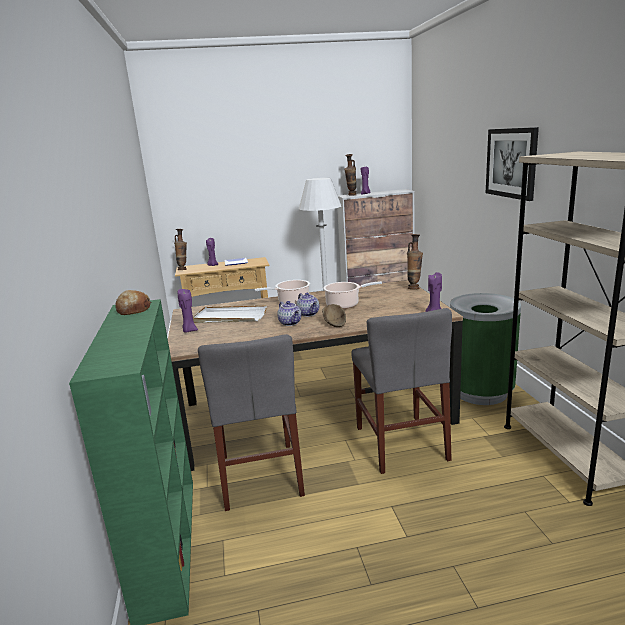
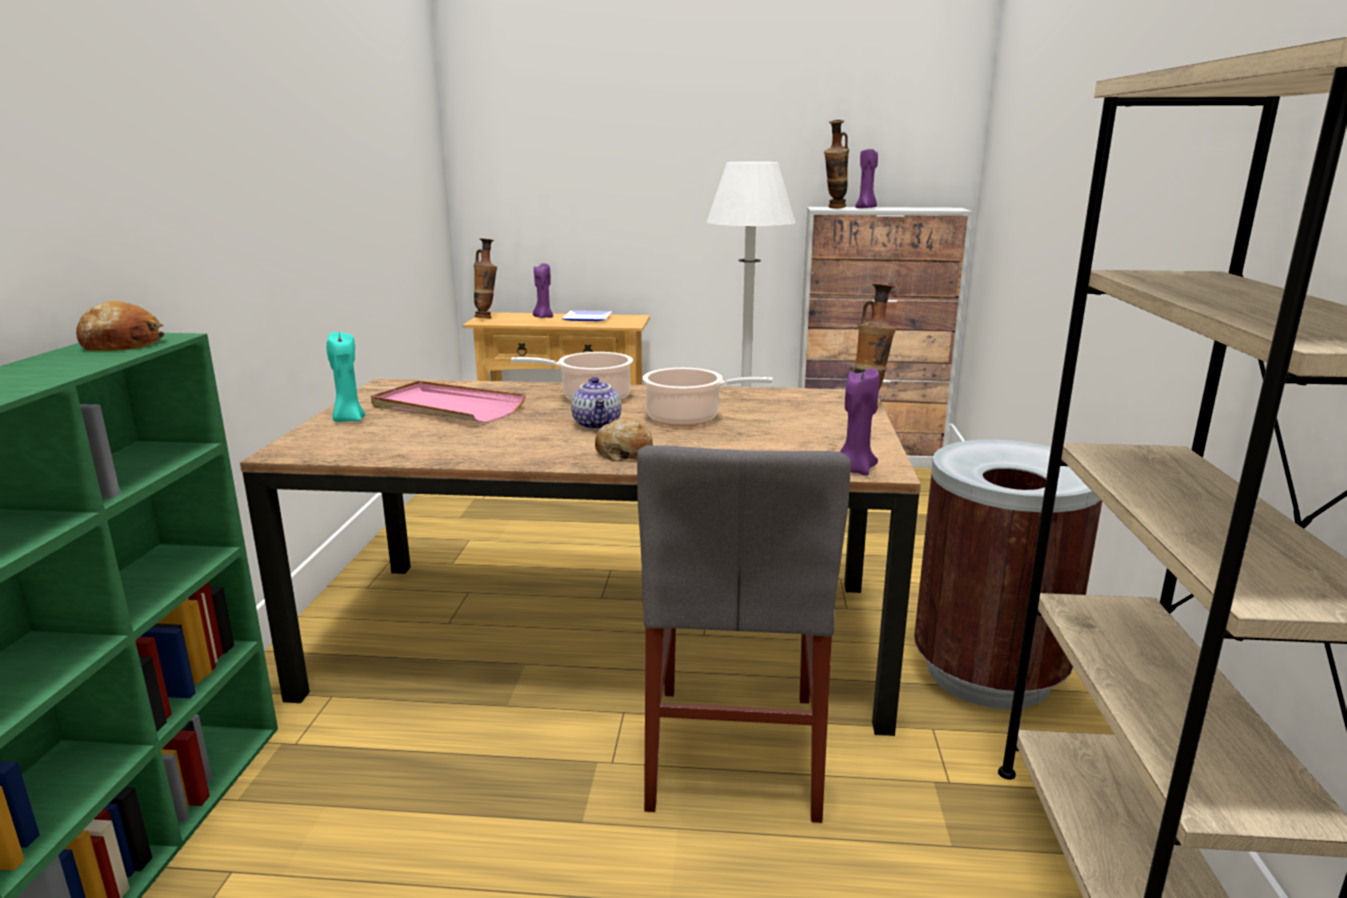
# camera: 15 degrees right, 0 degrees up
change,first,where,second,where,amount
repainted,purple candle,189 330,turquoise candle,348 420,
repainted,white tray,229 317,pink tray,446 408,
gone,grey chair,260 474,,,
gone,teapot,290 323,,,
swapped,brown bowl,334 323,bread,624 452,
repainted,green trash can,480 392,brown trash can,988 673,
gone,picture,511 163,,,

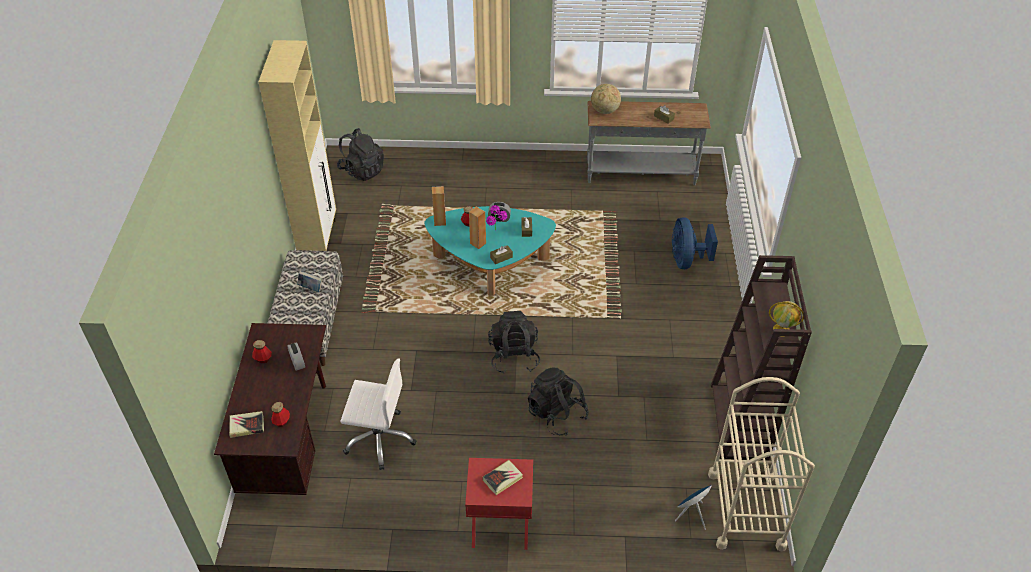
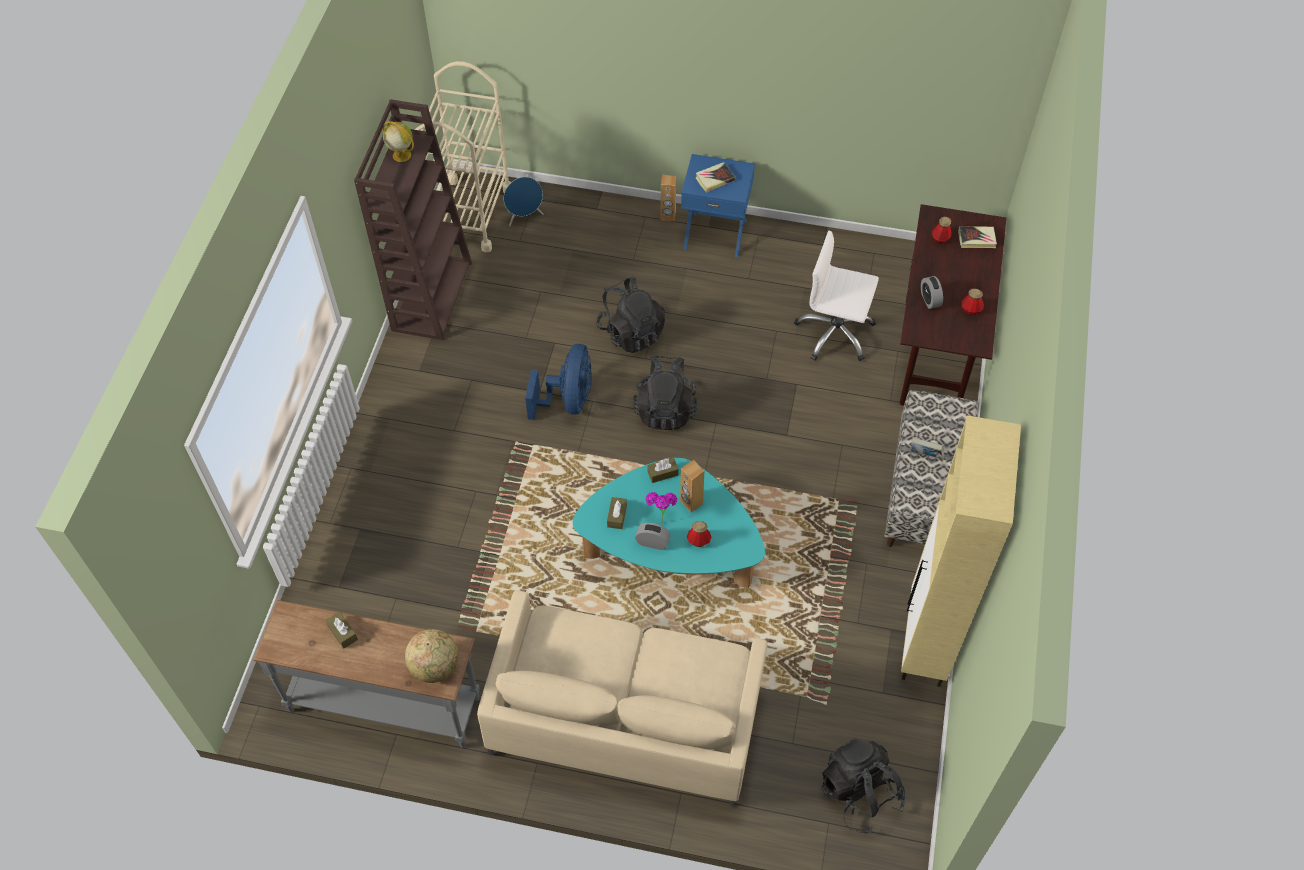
# camera: 170 degrees left, 10 degrees up
change,first,where,second,where,amount
shifted,brown speaker,440 221,,668 216,
repainted,red nightstand,500 526,blue nightstand,715 233,
shifted,blue fan,686 260,,568 400,
new,,,beige sofa,625 720,

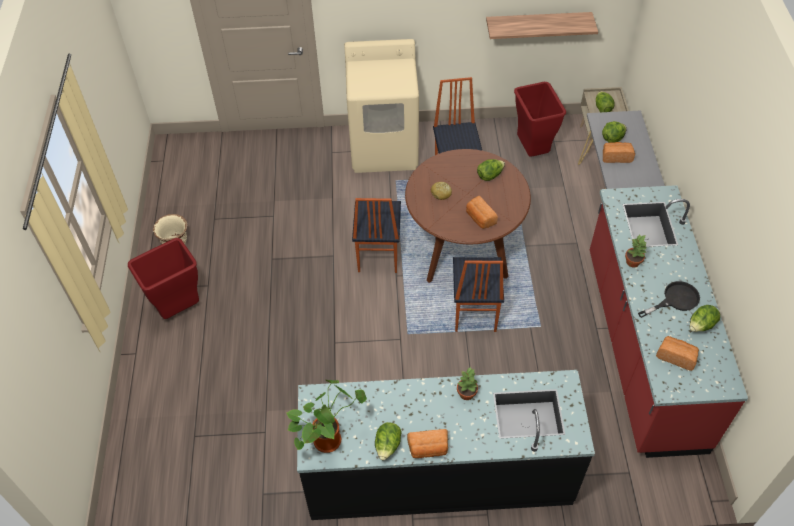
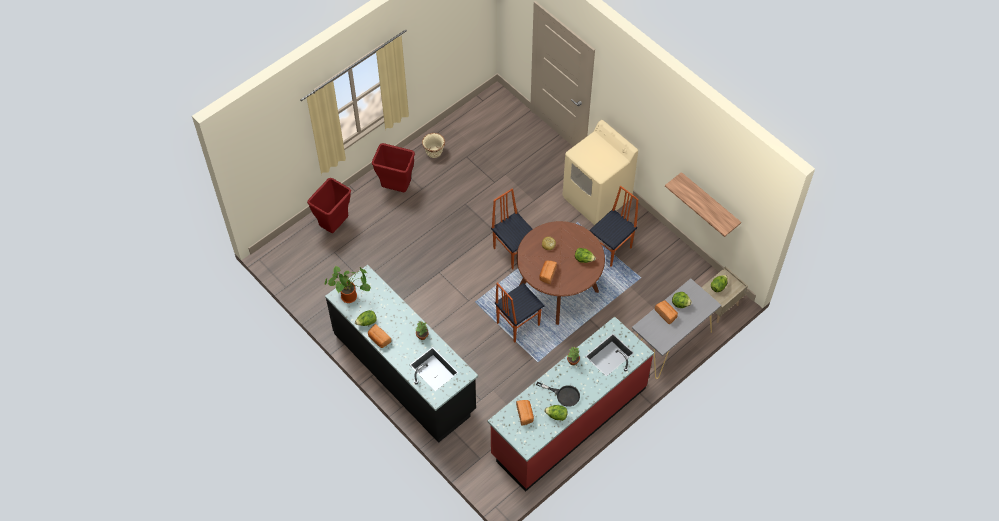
# camera: 50 degrees right, 5 degrees up
change,first,where,second,where,amount
rotated,chair,377 255,,514 251,90 degrees clockwise
shifted,red trash can,532 151,,334 226,

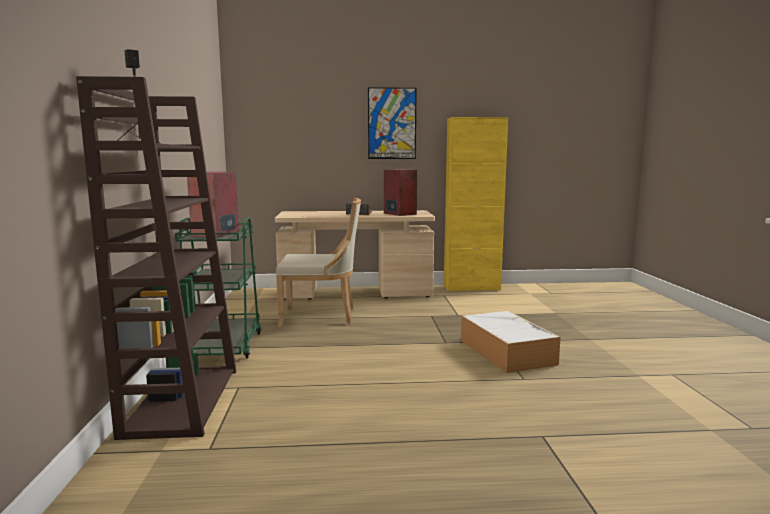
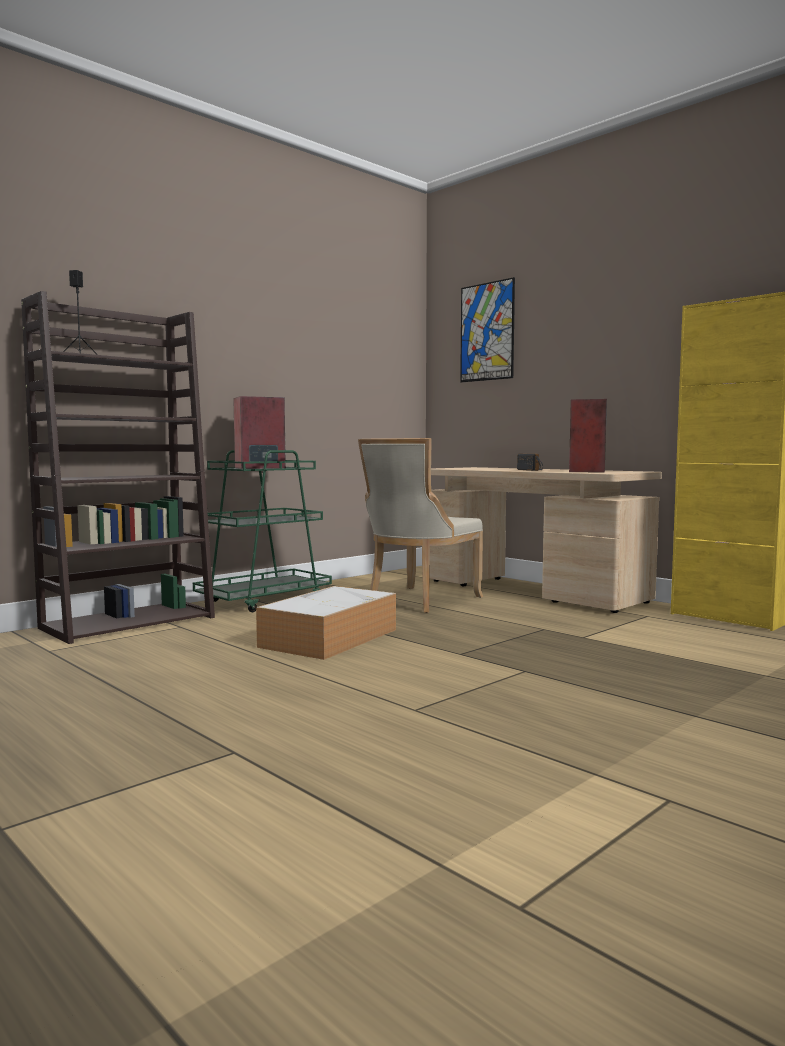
# camera: 50 degrees right, 5 degrees down
change,first,where,second,where,amount
rotated,beige chair,321 316,,419 601,75 degrees clockwise
shifted,picture,392 123,,487 332,
shifted,storage box,505 351,,330 637,

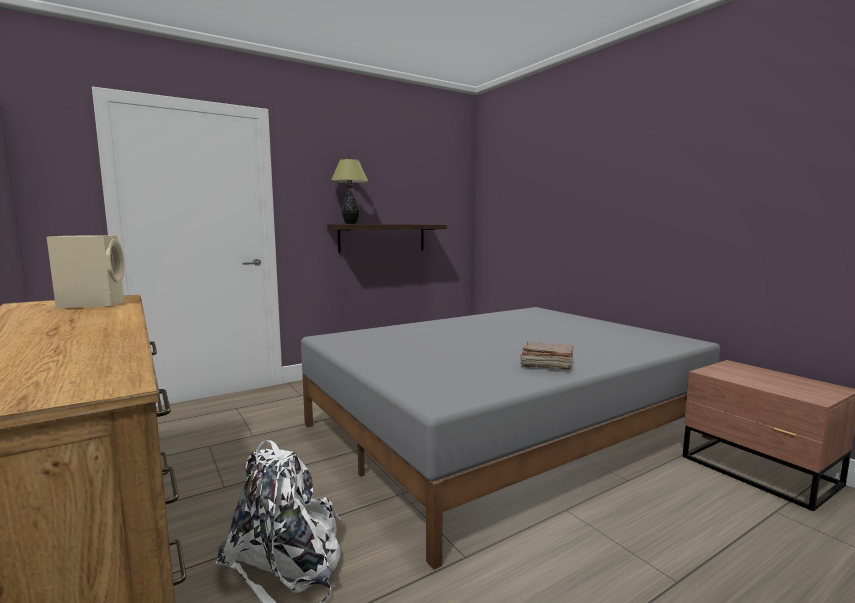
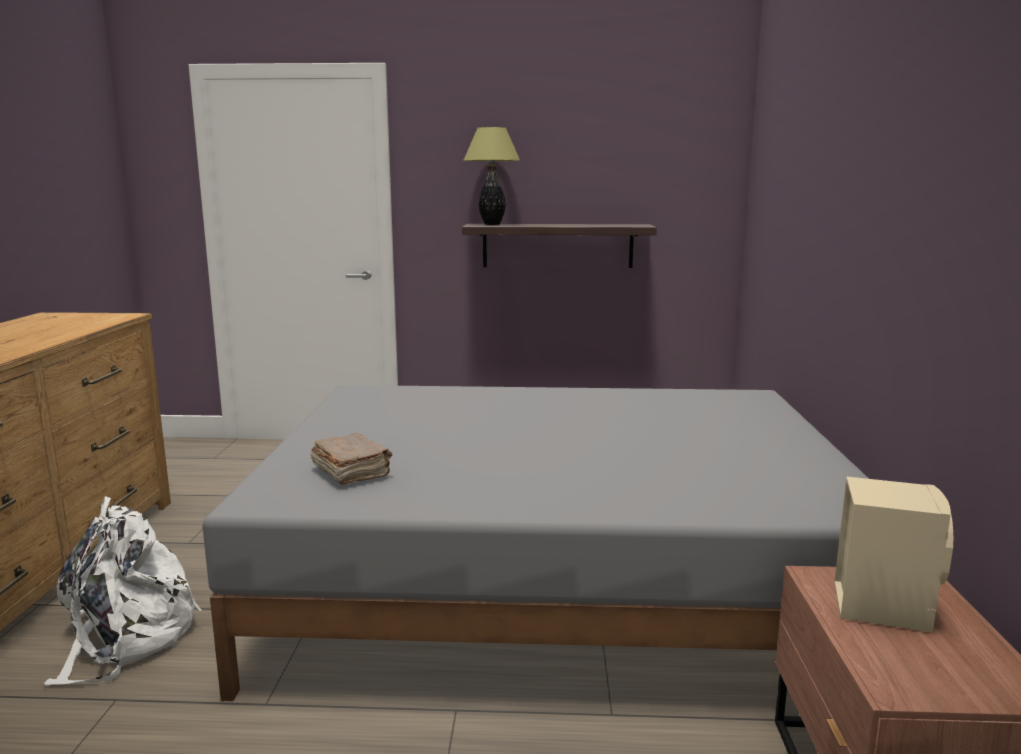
# camera: 35 degrees right, 5 degrees up
change,first,where,second,where,amount
shifted,beige speaker,94 304,,881 605,
shifted,brown book,546 365,,351 472,

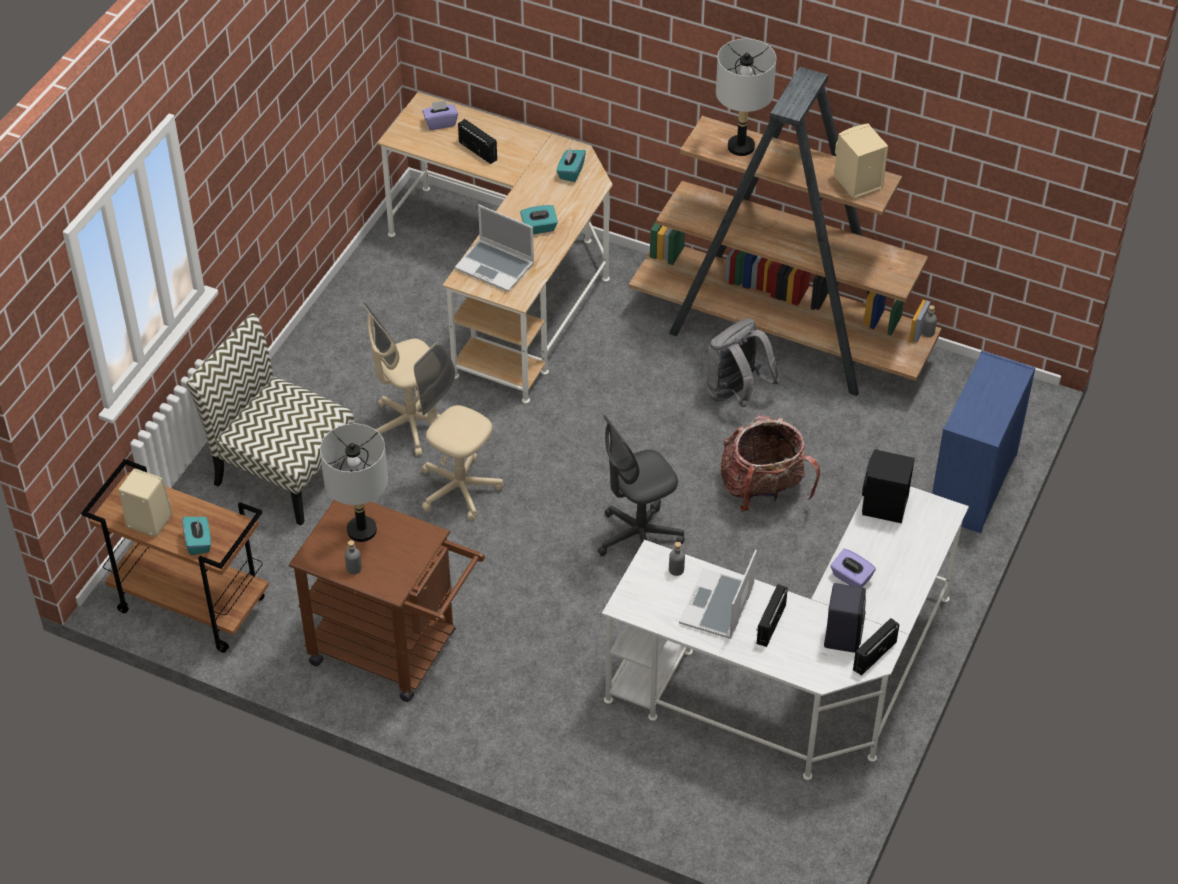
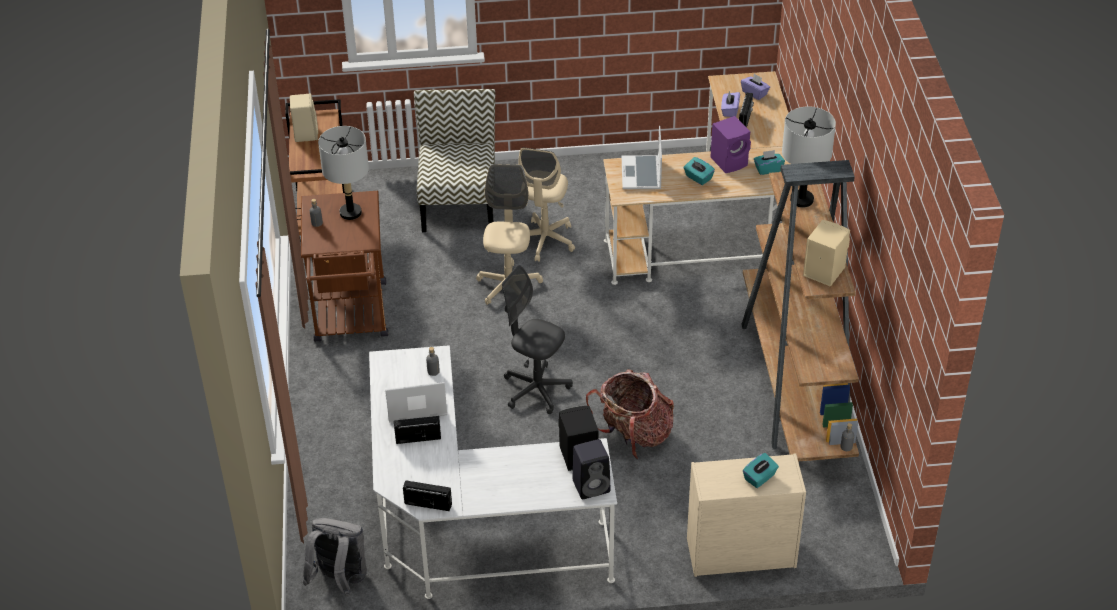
# camera: 60 degrees right, 5 degrees down
change,first,where,second,where,amount
shifted,turquoise tissue box,198 542,,760 478,
rotated,beige office chair,410 426,,545 240,105 degrees counterclockwise
shifted,grey backpack,736 393,,339 580,
shifted,black speaker,842 635,,592 485,
shifted,purple tissue box,851 578,,729 110,
repainted,blue dresser,972 486,beige dresser,739 553,
new,,,purple speaker,730 161,

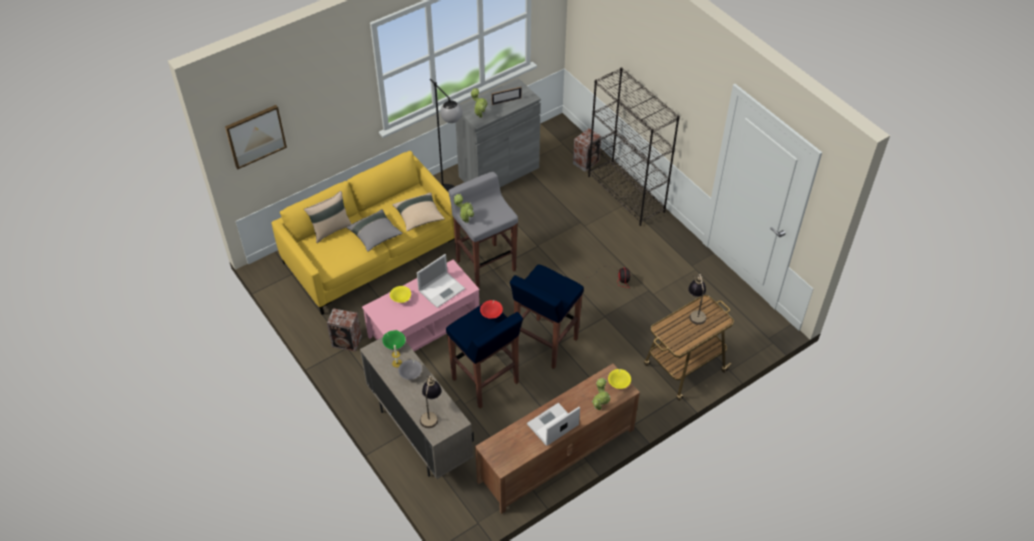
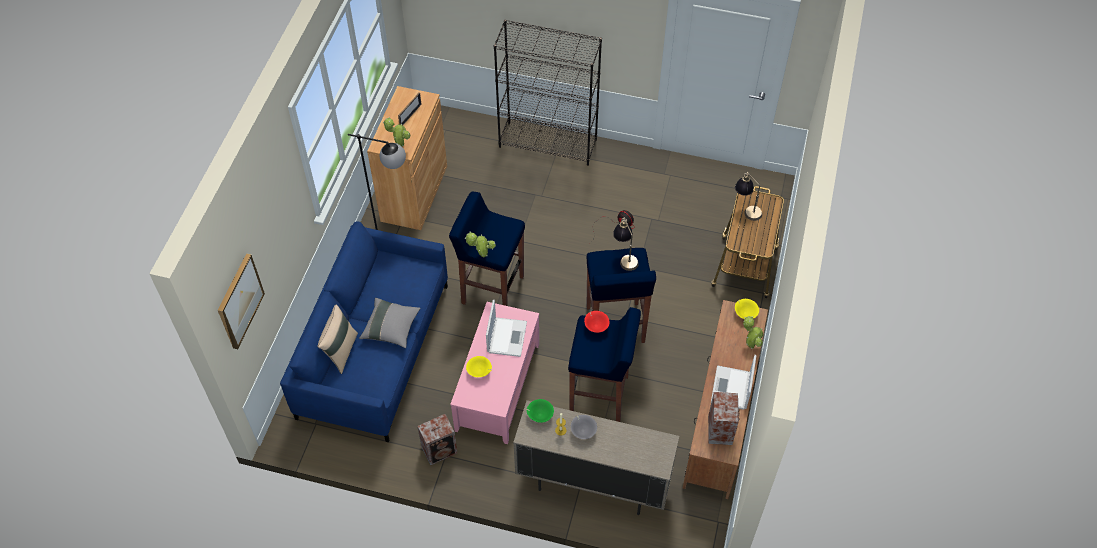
# camera: 40 degrees left, 5 degrees up
change,first,where,second,where,amount
repainted,yellow sofa,372 253,blue sofa,375 350,
gone,beige pillow,419 217,,,
shifted,table lamp,431 413,,625 257,
repainted,grey stool,485 265,blue stool,491 289,
repainted,grey cabinet,499 172,brown cabinet,414 193,
shifted,speaker,586 162,,720 429,

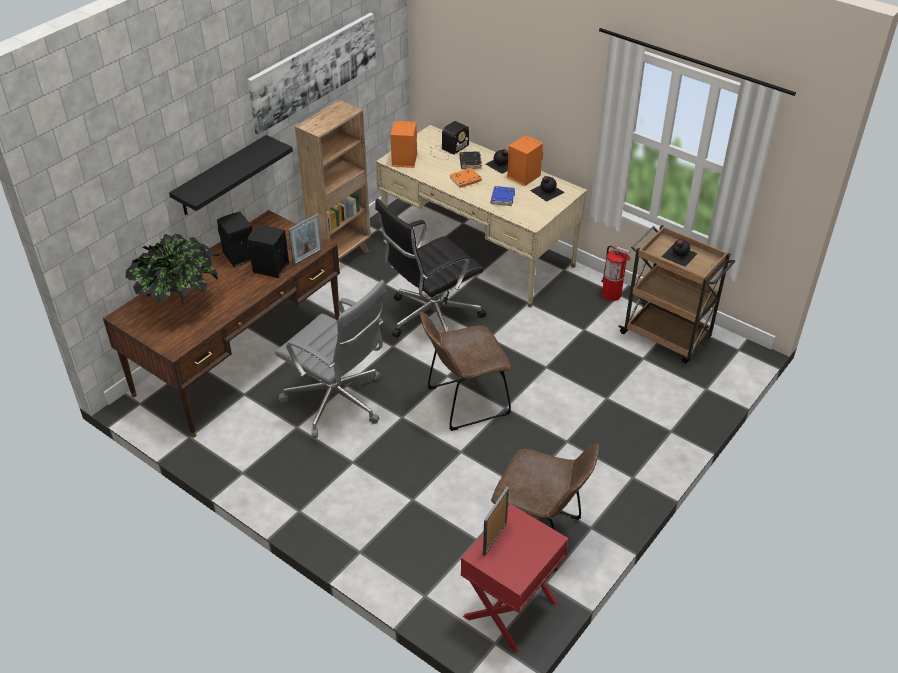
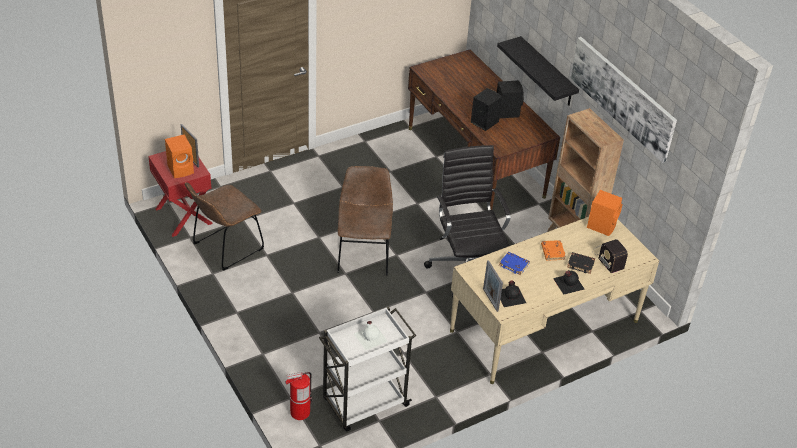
# camera: 110 degrees right, 0 degrees up
change,first,where,second,where,amount
gone,potted plant,180 303,,,
gone,grey office chair,337 402,,,
shifted,picture frame,307 257,,490 300,
shifted,orange speaker,523 176,,181 169,
shifted,fire extinguisher,611 295,,299 412,
repainted,brown cart,667 336,white cart,364 403,
repainted,black bottle,678 255,white bottle,370 337,

